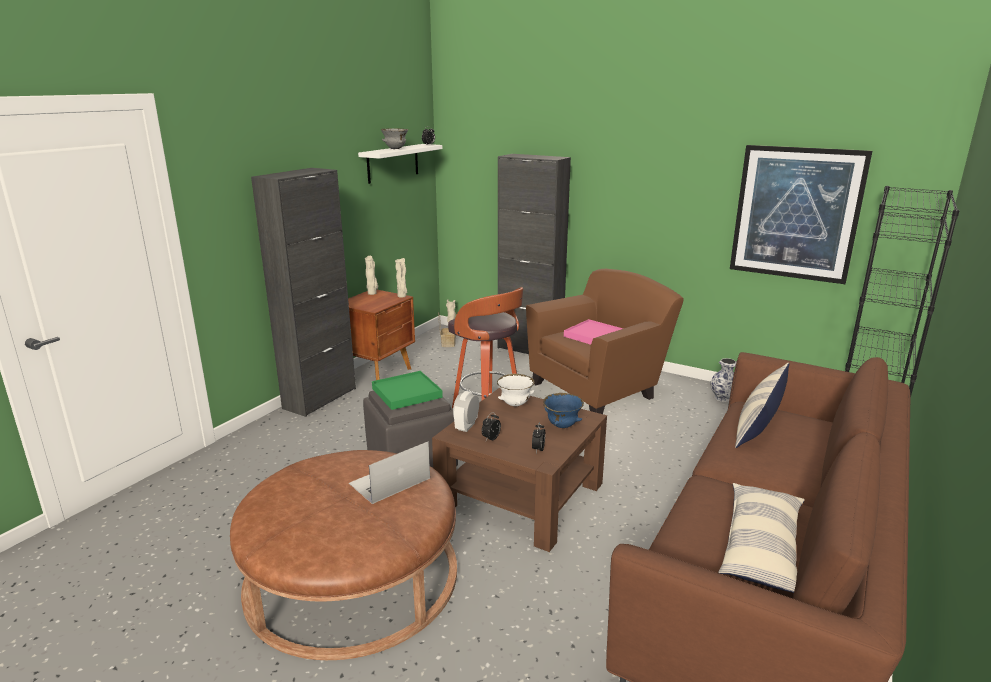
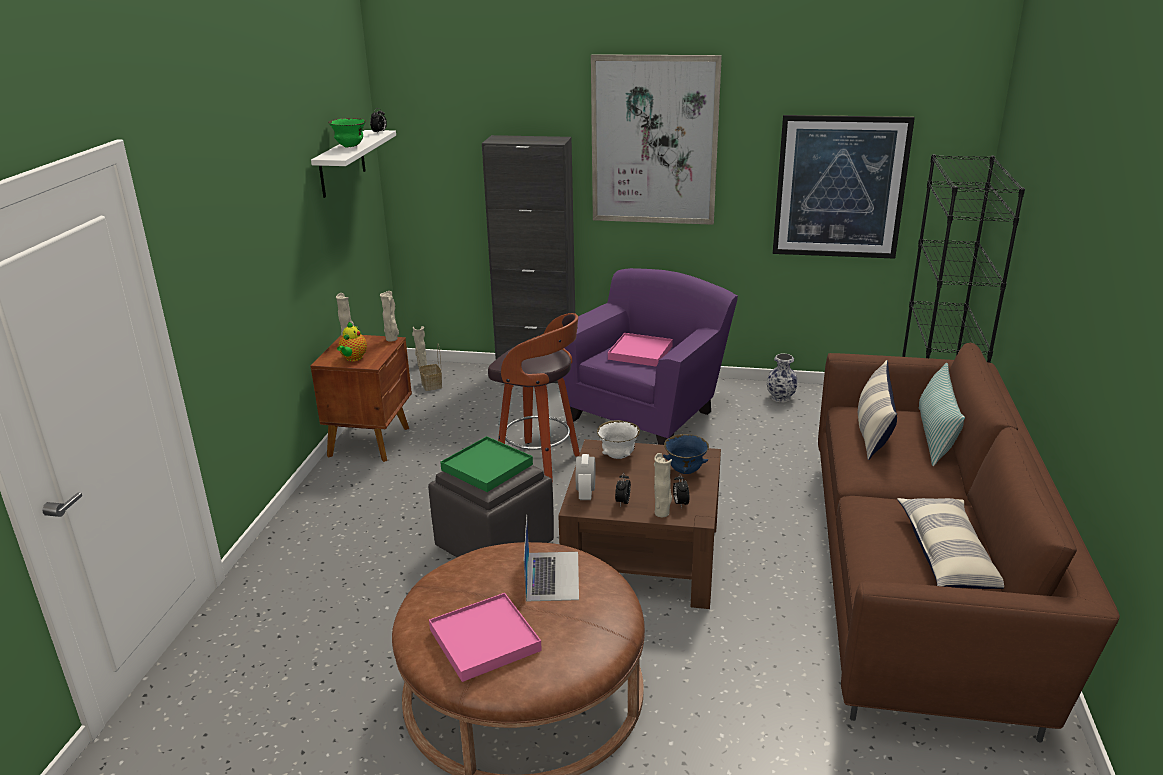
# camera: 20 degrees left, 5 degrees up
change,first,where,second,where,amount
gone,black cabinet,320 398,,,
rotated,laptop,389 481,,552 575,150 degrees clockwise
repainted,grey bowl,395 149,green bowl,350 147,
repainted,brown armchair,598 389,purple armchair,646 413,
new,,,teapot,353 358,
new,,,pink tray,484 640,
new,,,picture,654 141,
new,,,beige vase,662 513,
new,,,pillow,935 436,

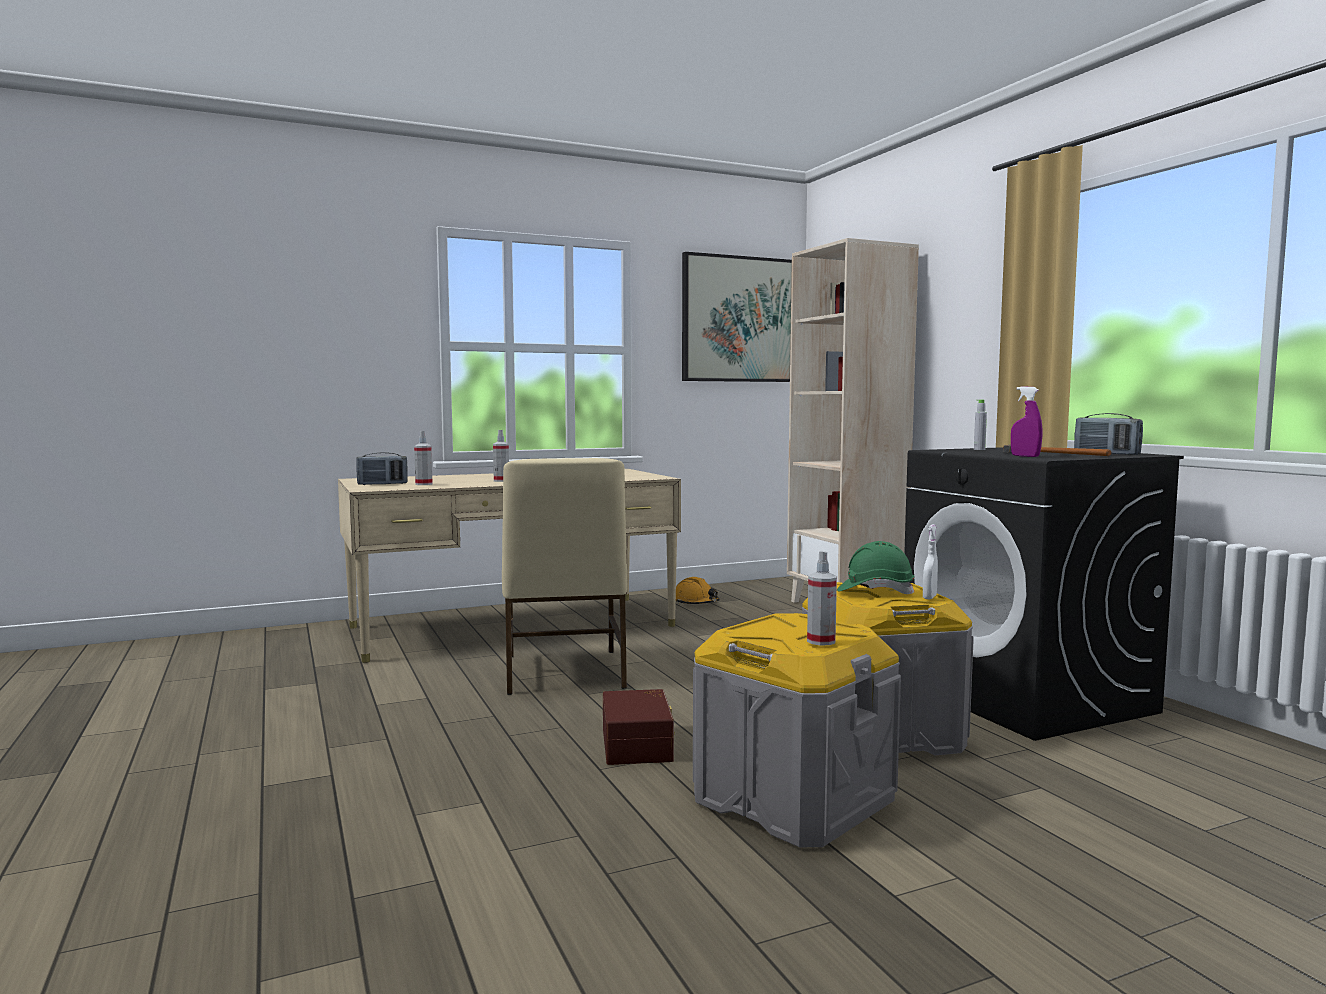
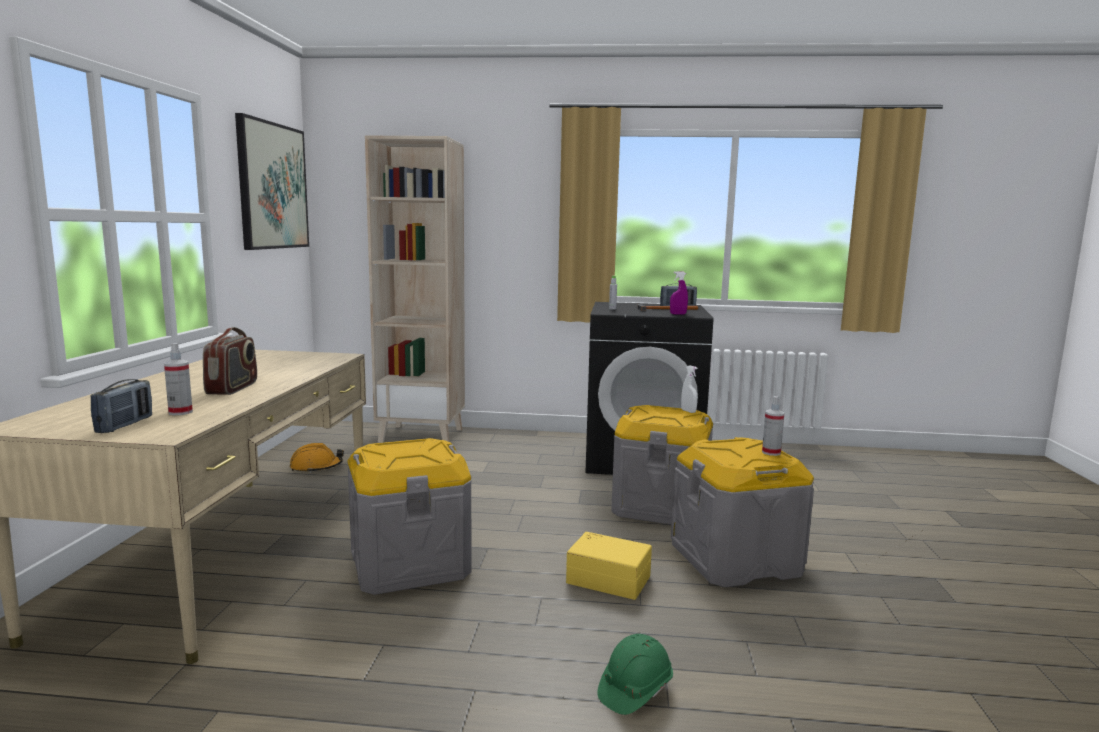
# camera: 60 degrees left, 5 degrees up
change,first,where,second,where,amount
swapped,spray bottle,501 481,radio,233 388,
swapped,beige chair,563 672,grey storage box,409 563,
repainted,brown storage box,639 744,yellow storage box,609 578,
shifted,green hard hat,875 591,,634 690,

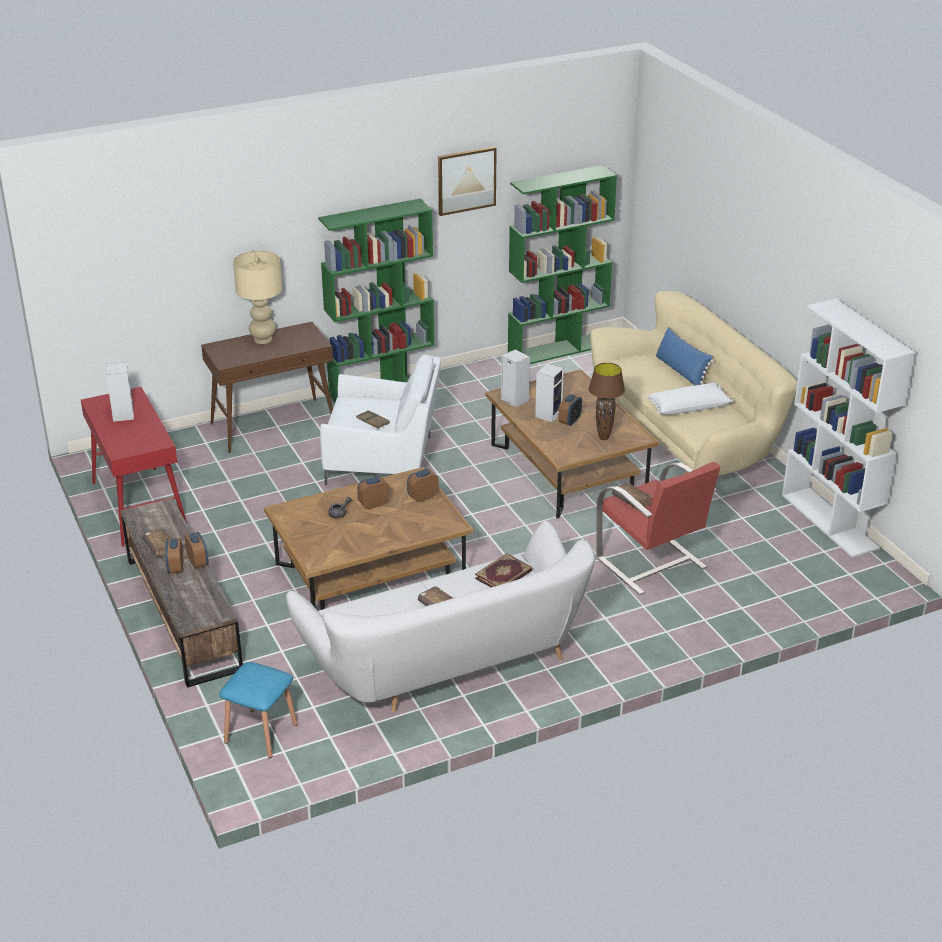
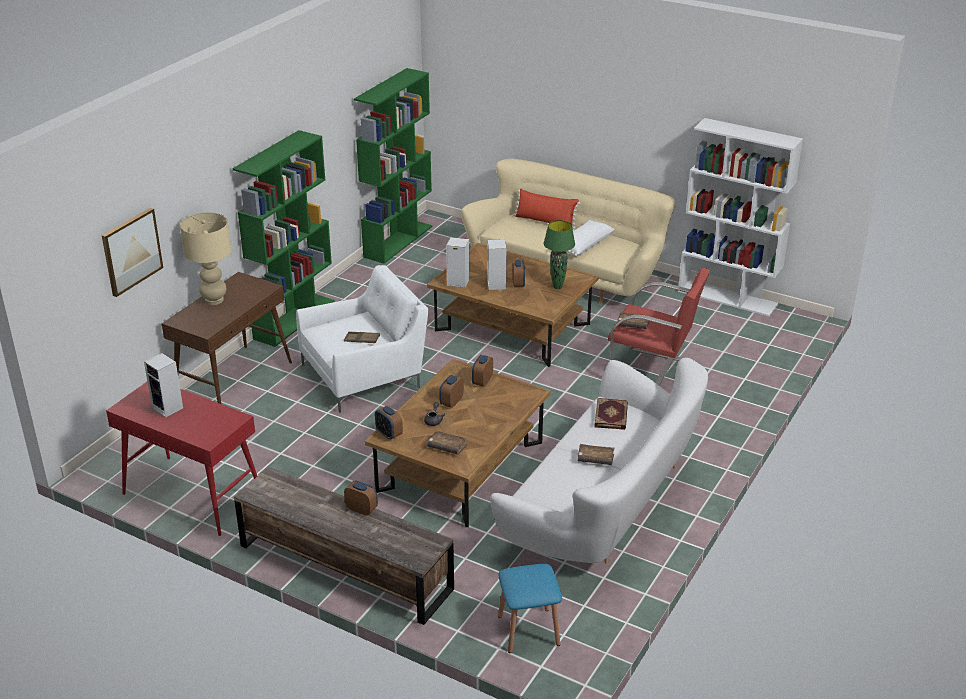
# camera: 35 degrees left, 0 degrees up
change,first,where,second,where,amount
shifted,brown book,160 547,,447 447,
shifted,alarm clock,176 568,,389 434,
shifted,picture,466 180,,131 251,
repainted,brown table lamp,603 438,green table lamp,557 287,
repainted,blue pillow,681 371,red pillow,545 221,

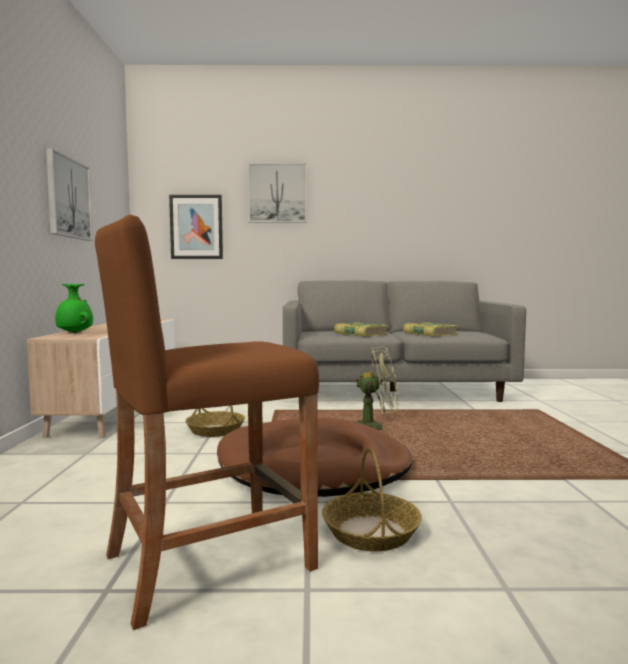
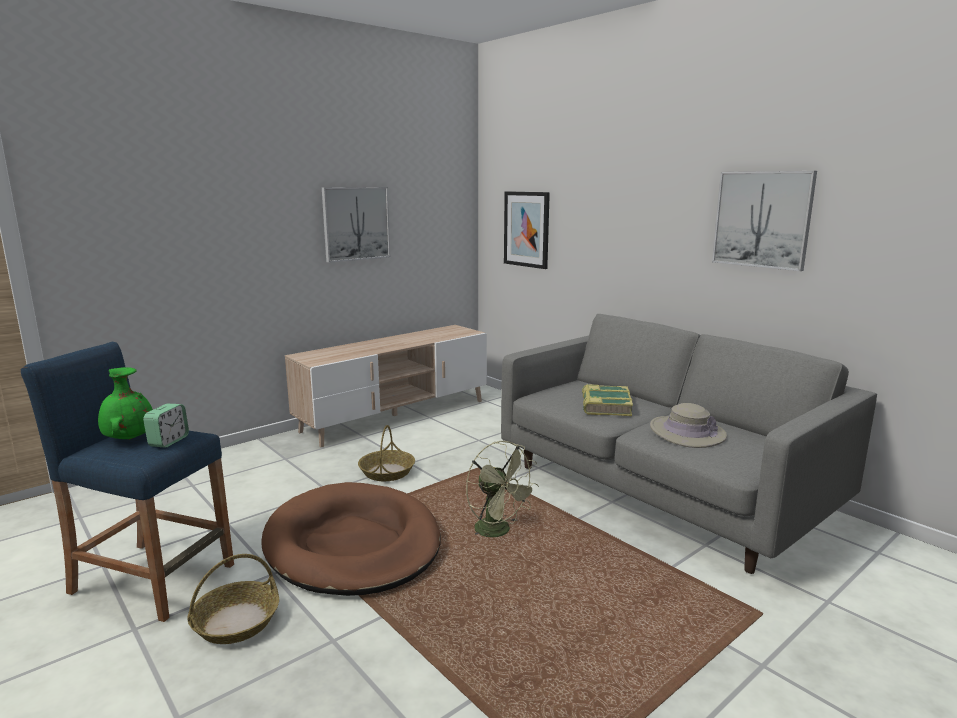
# camera: 50 degrees right, 10 degrees up
change,first,where,second,where,amount
shifted,green vase,74 333,,128 439,
repainted,brown stool,209 561,blue stool,153 578,
shifted,picture,277 193,,762 219,
swapped,book,429 334,beige hat,687 433,
new,,,alarm clock,168 441,

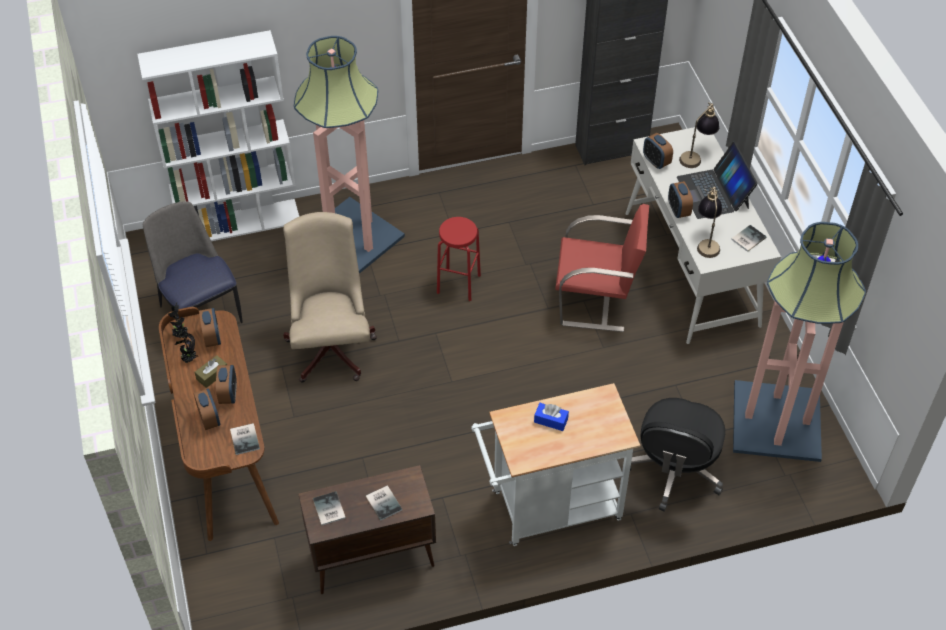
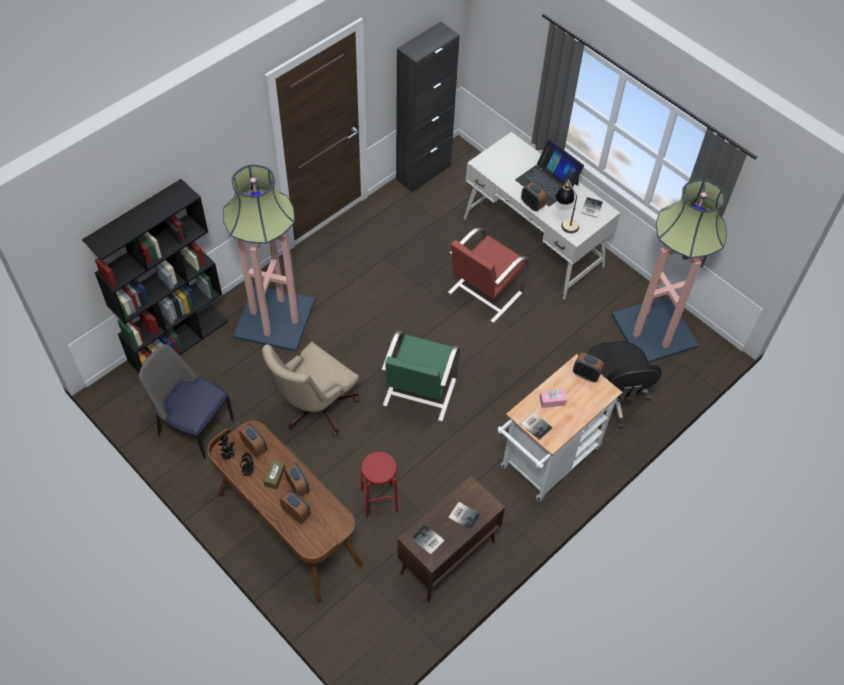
# camera: 30 degrees left, 5 degrees up
change,first,where,second,where,amount
repainted,white bookcase,240 222,black bookcase,178 340,
shifted,book,245 438,,536 425,
rotated,beige office chair,332 345,,314 408,105 degrees counterclockwise
shifted,red stool,459 284,,379 500,
repainted,blue tissue box,551 420,pink tissue box,552 401,
rotated,red chair,596 301,,484 293,150 degrees clockwise
shifted,alarm clock,656 161,,586 375,
gone,table lamp,697 155,,,
new,,,green chair,418 393,

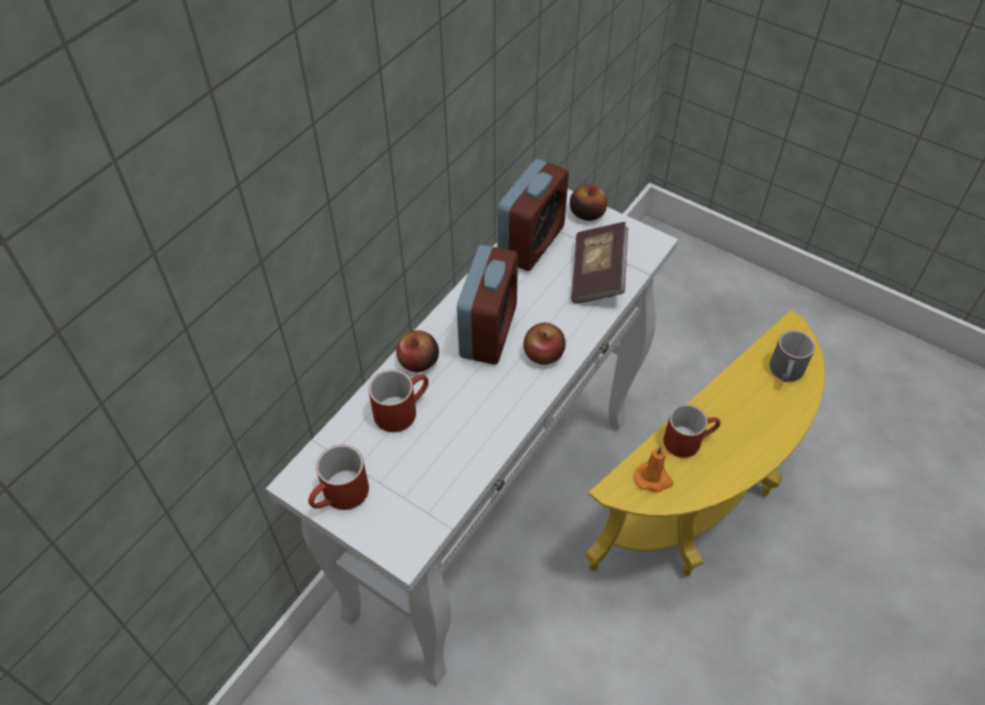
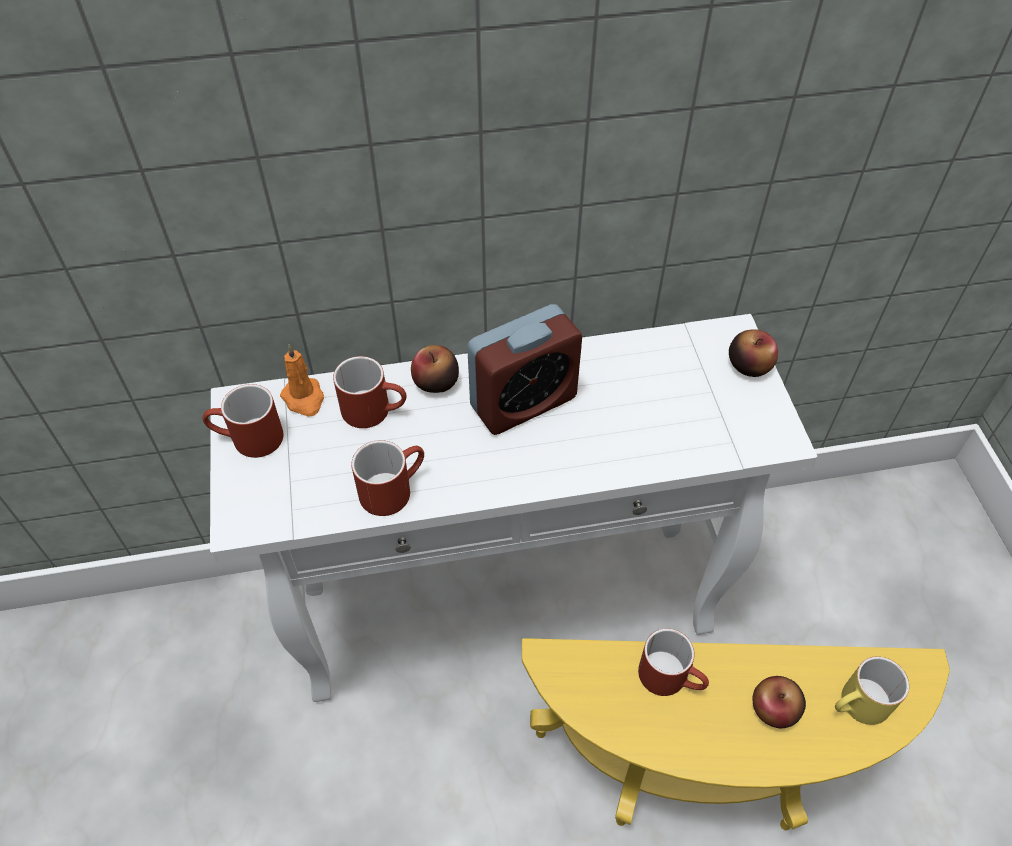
# camera: 45 degrees right, 0 degrees up
change,first,where,second,where,amount
gone,alarm clock,531 243,,,
shifted,apple,544 353,,774 709,
gone,book,598 275,,,
shifted,orange candle,653 479,,304 399,
repainted,grey mug,786 373,yellow mug,858 707,
new,,,red mug,393 488,

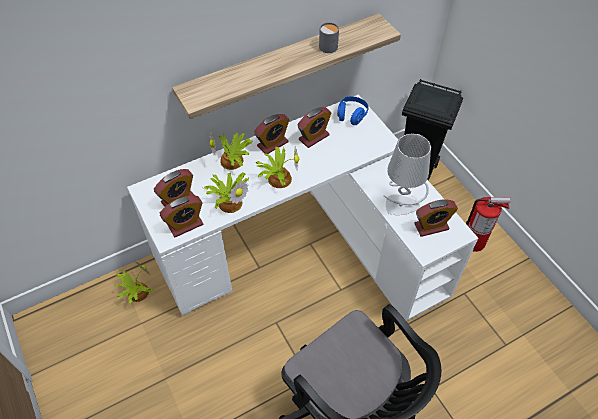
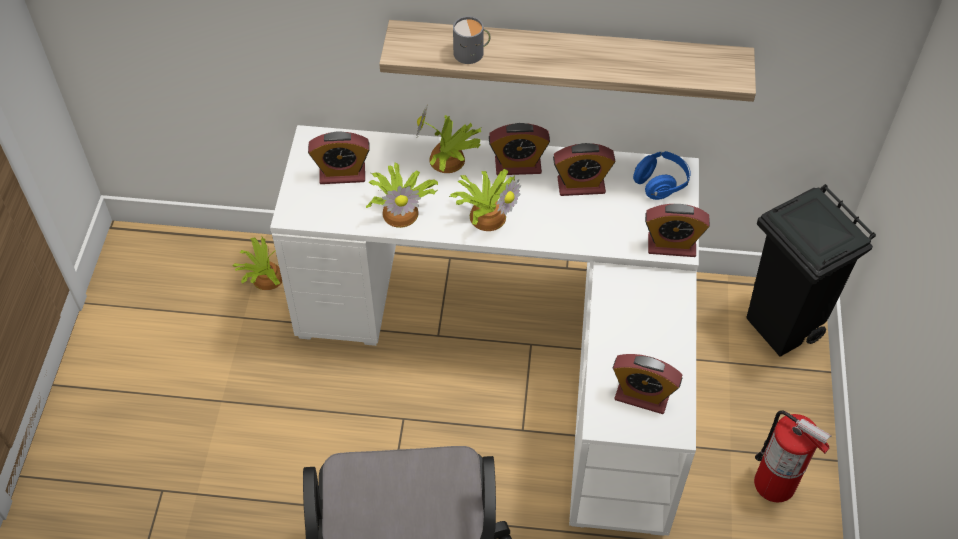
# camera: 35 degrees right, 0 degrees up
change,first,where,second,where,amount
shifted,alarm clock,185 225,,671 245,
shifted,grey mug,330 46,,472 53,
gone,grey table lamp,401 205,,,

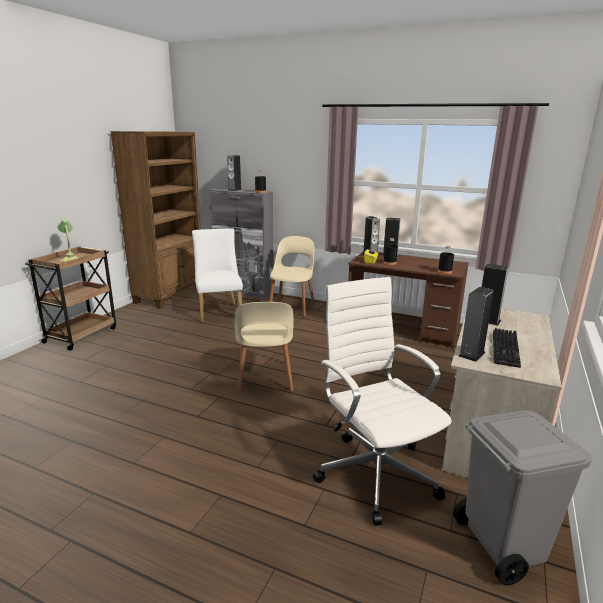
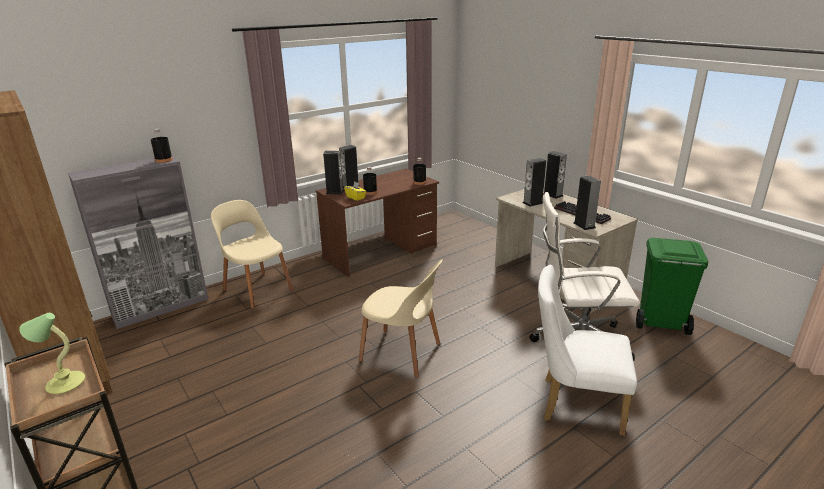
# camera: 60 degrees left, 5 degrees up
change,first,where,second,where,amount
shifted,white chair,219 311,,574 404,
shifted,speaker,234 190,,553 195,
repainted,grey trash can,501 545,green trash can,660 323,

